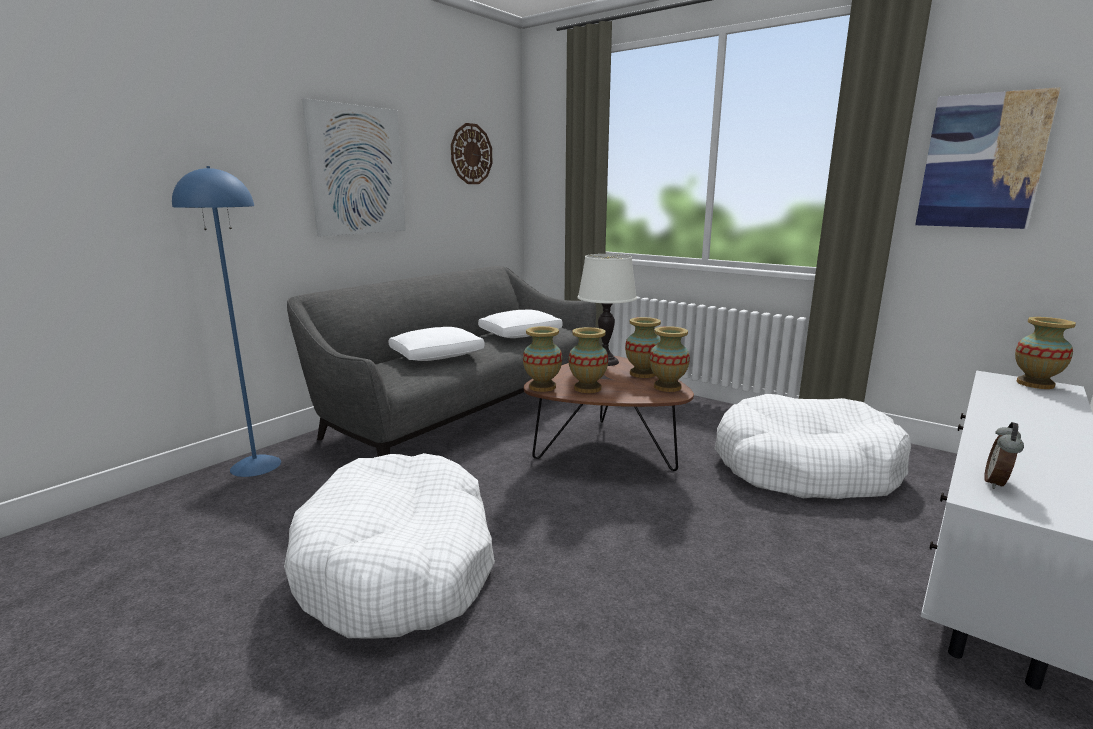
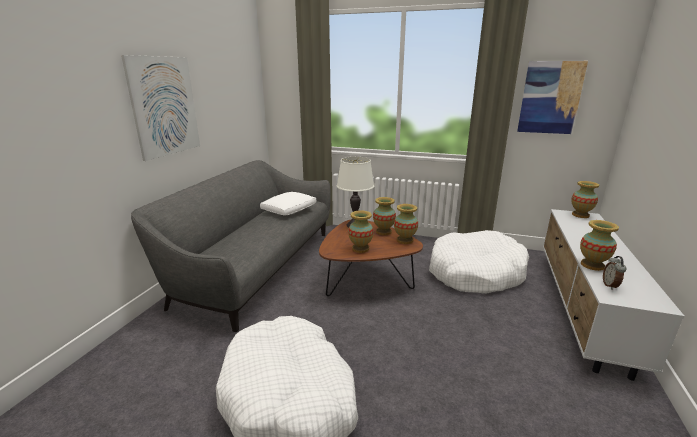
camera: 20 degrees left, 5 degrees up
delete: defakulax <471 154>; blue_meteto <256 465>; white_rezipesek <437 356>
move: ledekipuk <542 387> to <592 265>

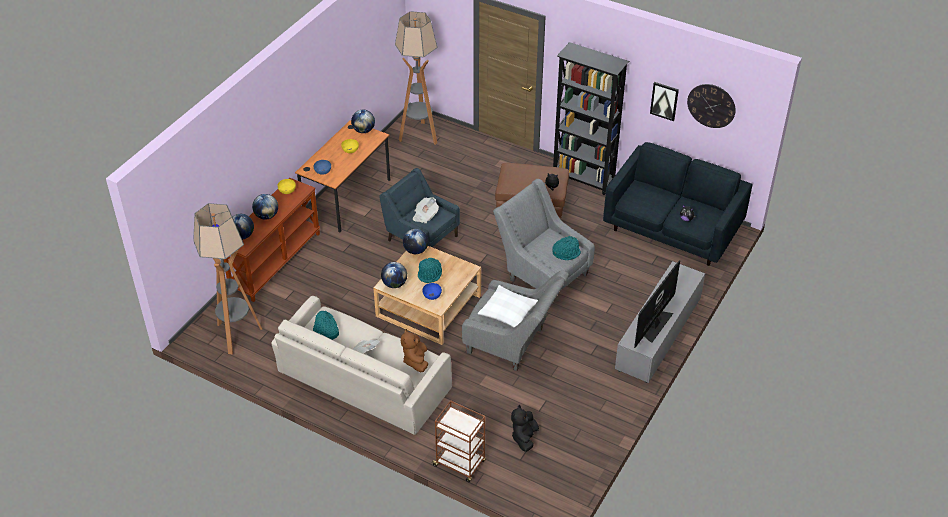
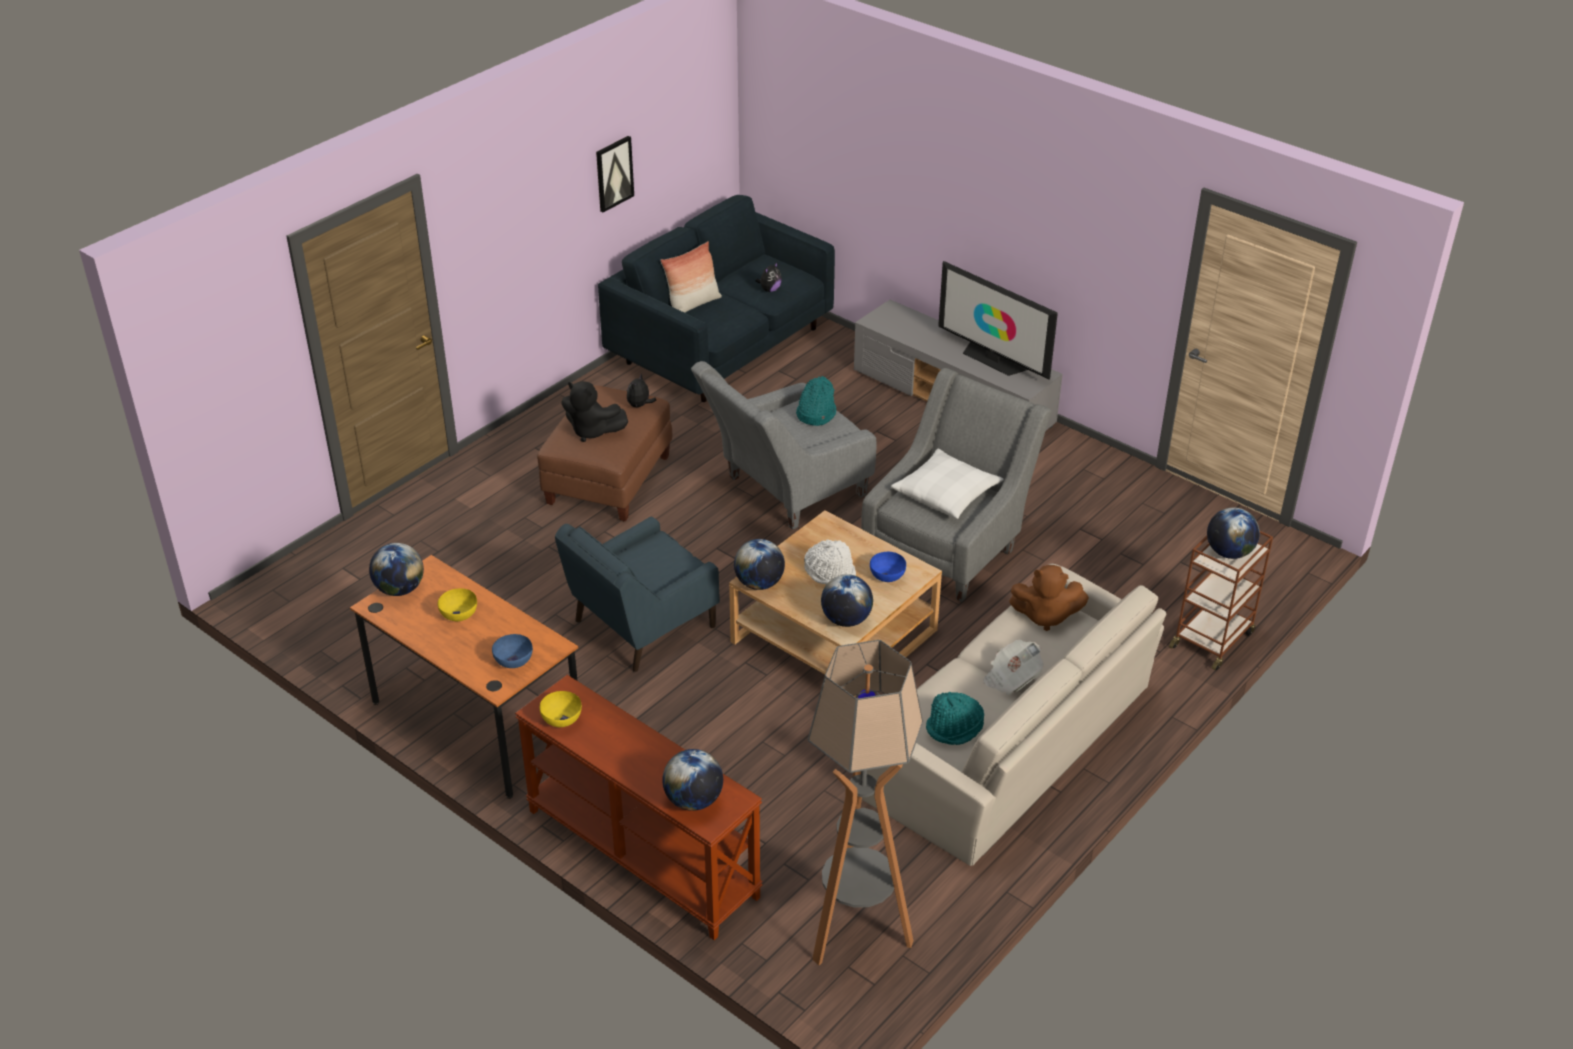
camera: 80 degrees left, 5 degrees down
delete: meteto <419 135>; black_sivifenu <583 179>; defakulax <711 105>; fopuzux <425 215>
insert: rezipesek <693 305>
move: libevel <266 216> to <1229 552>; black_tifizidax <524 438> to <592 431>
recolor: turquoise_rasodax <430 274> to white_rasodax <830 572>

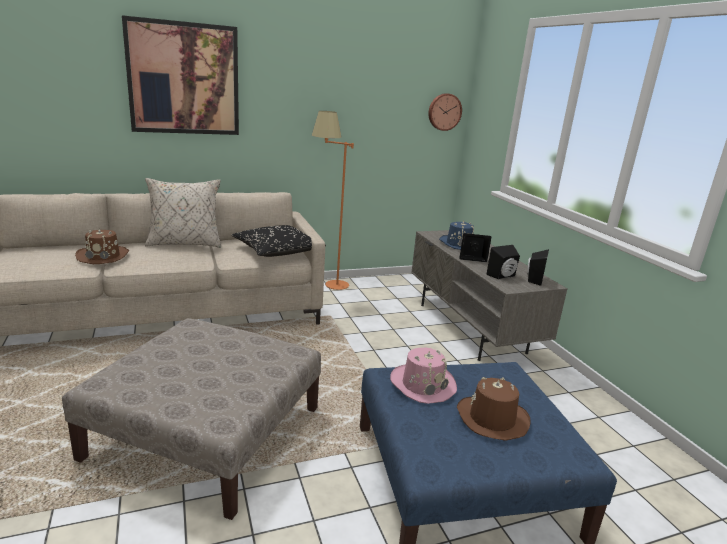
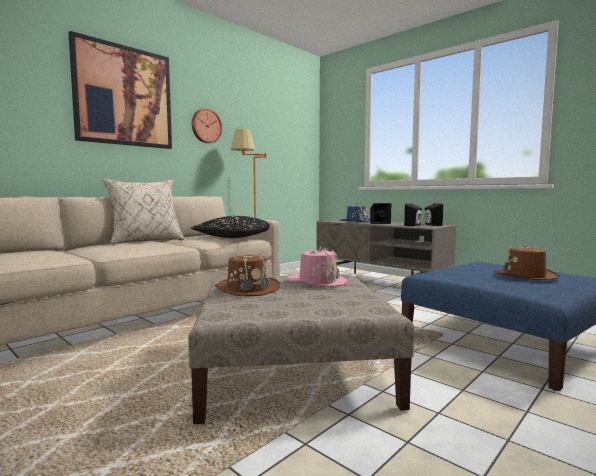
camera: 25 degrees left, 15 degrees down
move: defakulax <444 112> to <206 126>; brown_rasodax <103 256> to <247 289>; pink_rasodax <422 384> to <317 281>

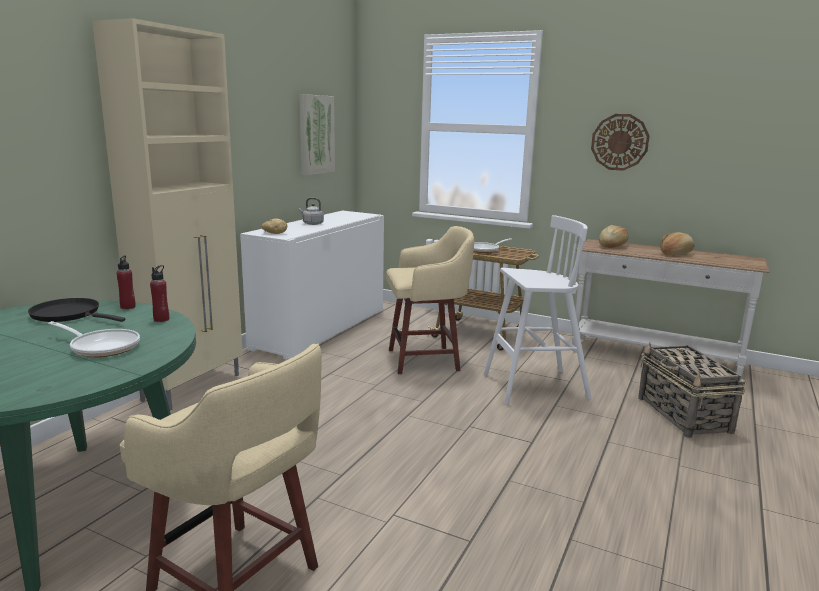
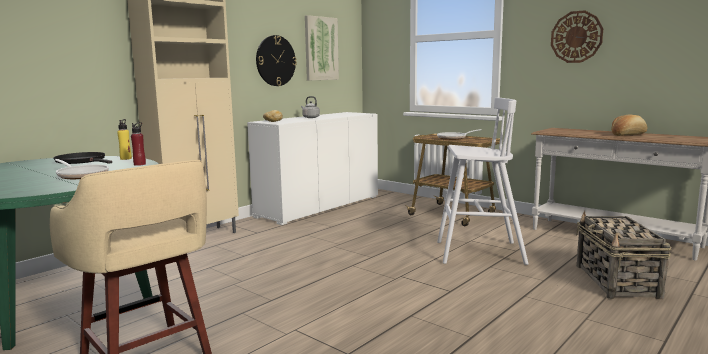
camera: 15 degrees right, 5 degrees down
delete: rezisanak <612 245>; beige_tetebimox <426 360>
insert: defakulax <275 61>
recolor: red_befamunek <128 307> to yellow_befamunek <126 158>

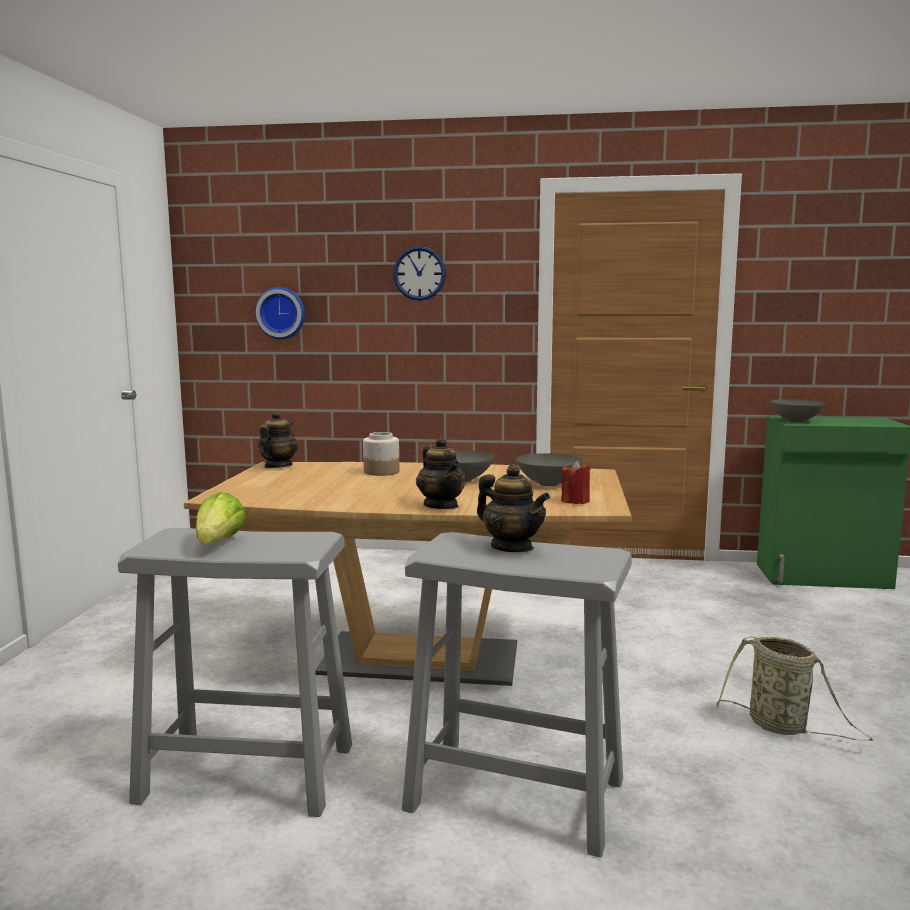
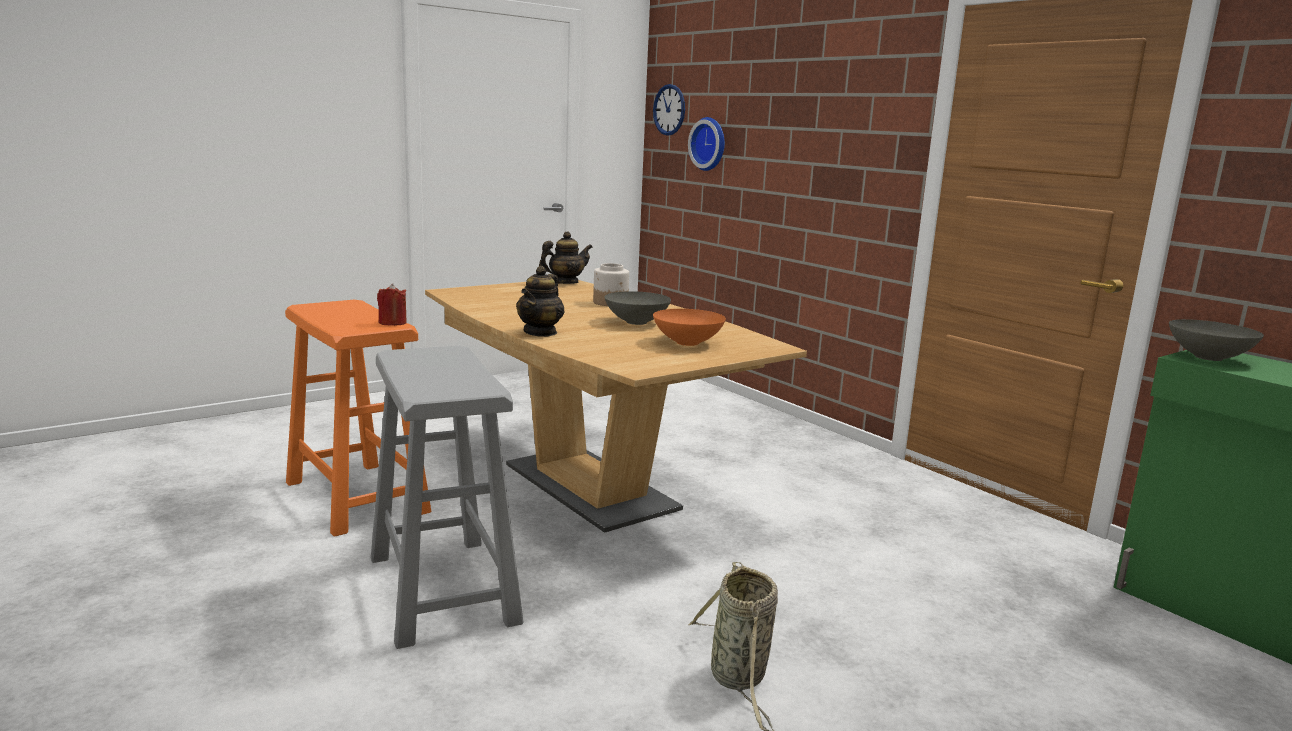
camera: 45 degrees right, 5 degrees up
delete: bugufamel <512 547>; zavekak <219 543>
move: defakulax <419 273> to <669 110>; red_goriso <575 501> to <392 323>
recolor: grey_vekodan <548 483> to orange_vekodan <688 343>; grey_tetebimox <246 773> to orange_tetebimox <356 497>

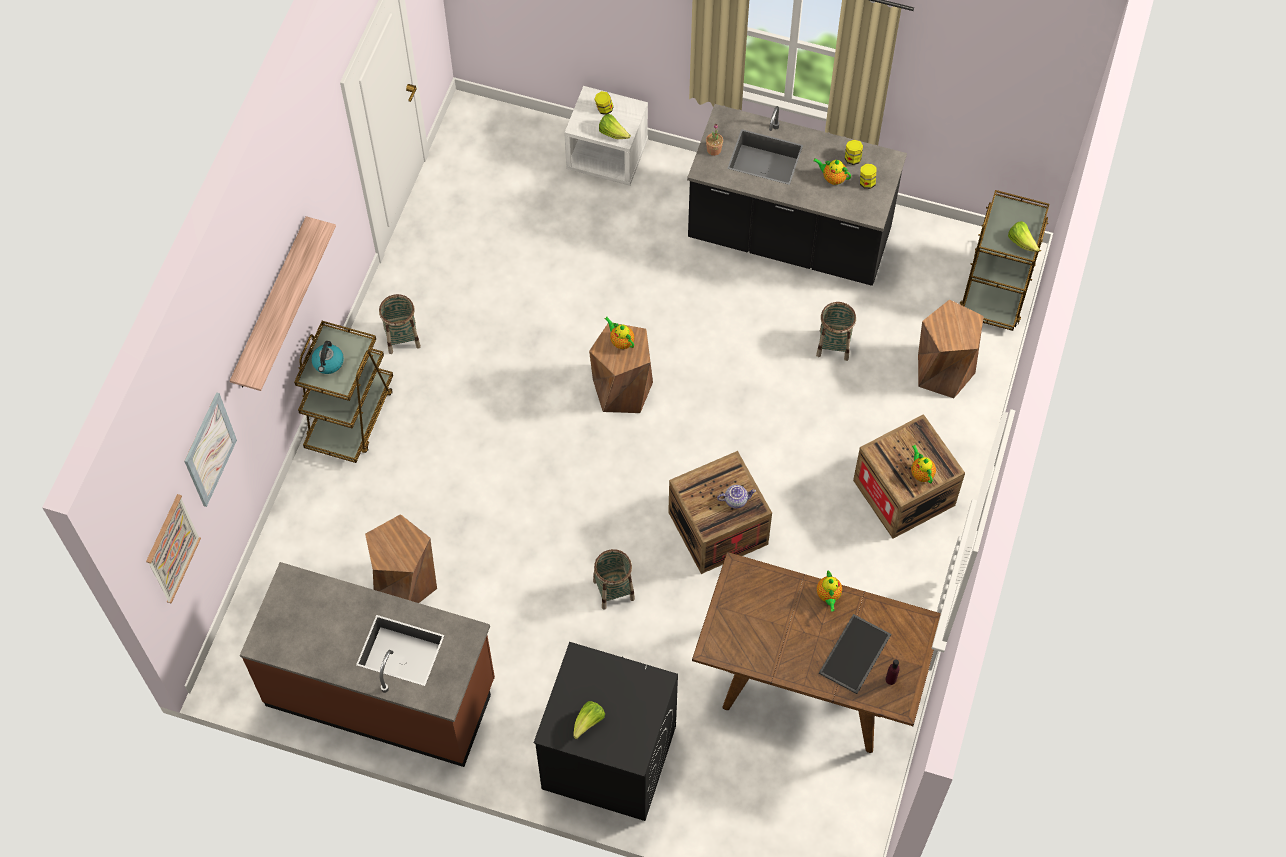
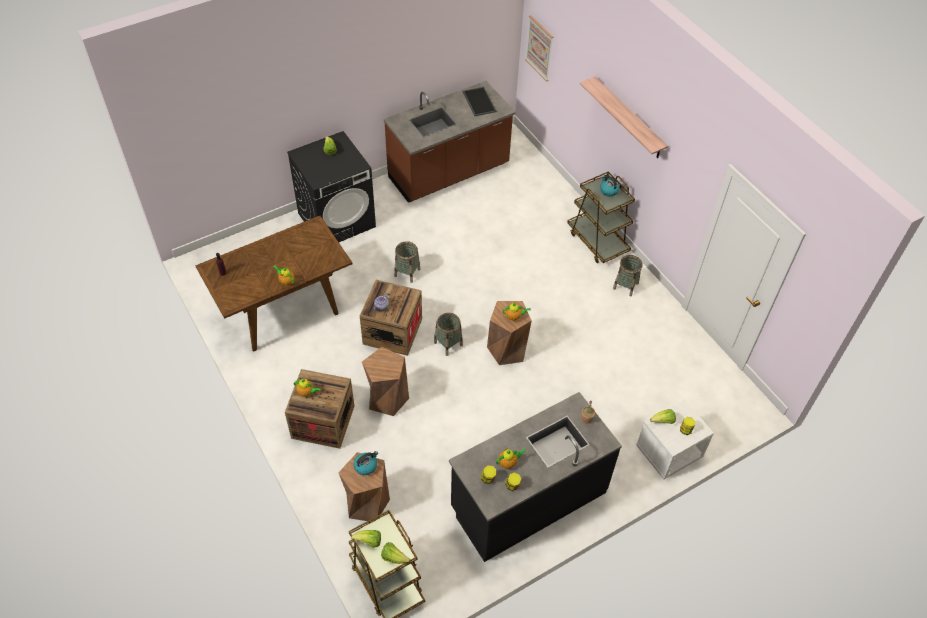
camera: 130 degrees right, 10 degrees down
delete: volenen <209 449>
insert: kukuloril <366 466>; zavekak <394 557>
move: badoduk <834 345> to <448 344>; brown_tetebimox <405 582> to <387 398>; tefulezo <855 655> to <478 101>

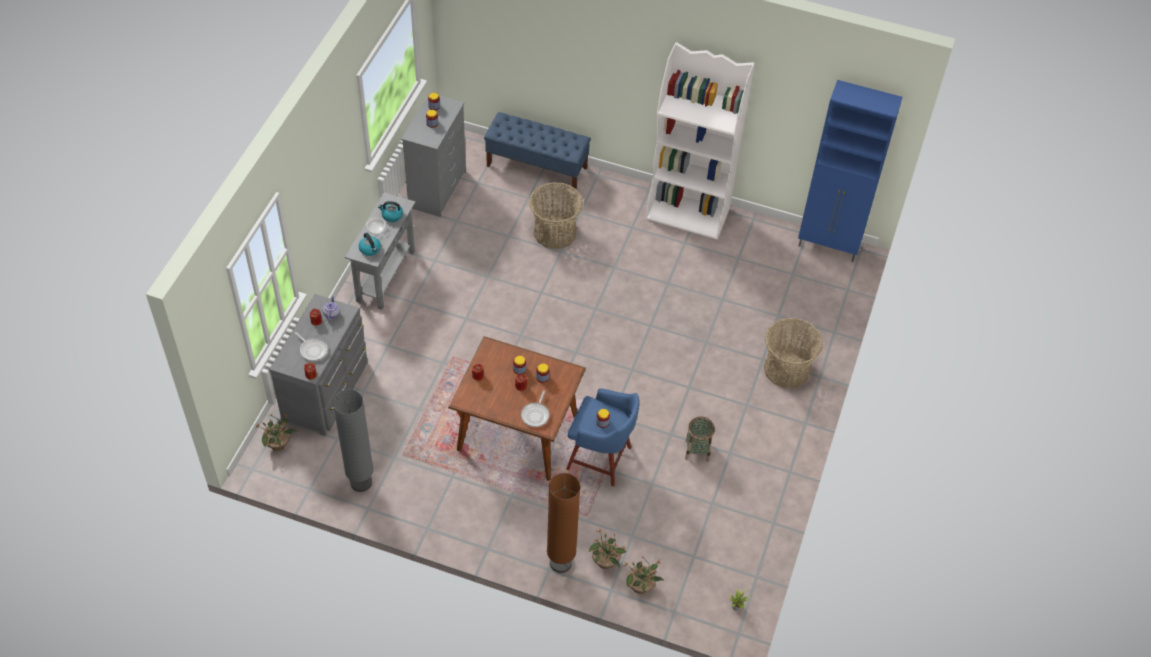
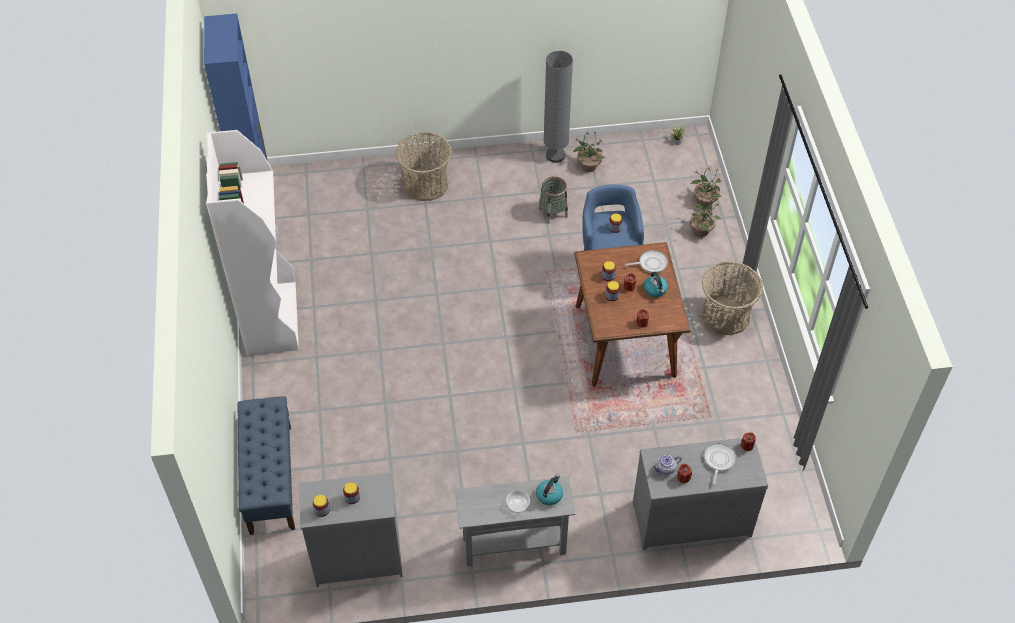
camera: 115 degrees left, 0 degrees up
delete: brown_meteto <560 563>
move: badoduk <555 232> to <725 315>; kukuloril <392 215> to <655 290>; grey_meteto <361 482> to <555 156>; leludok <278 444> to <588 166>

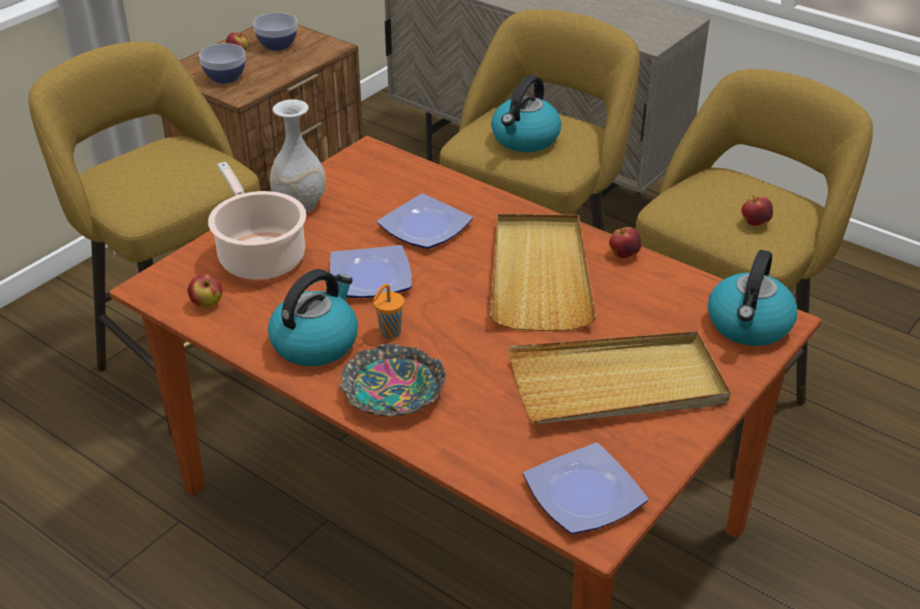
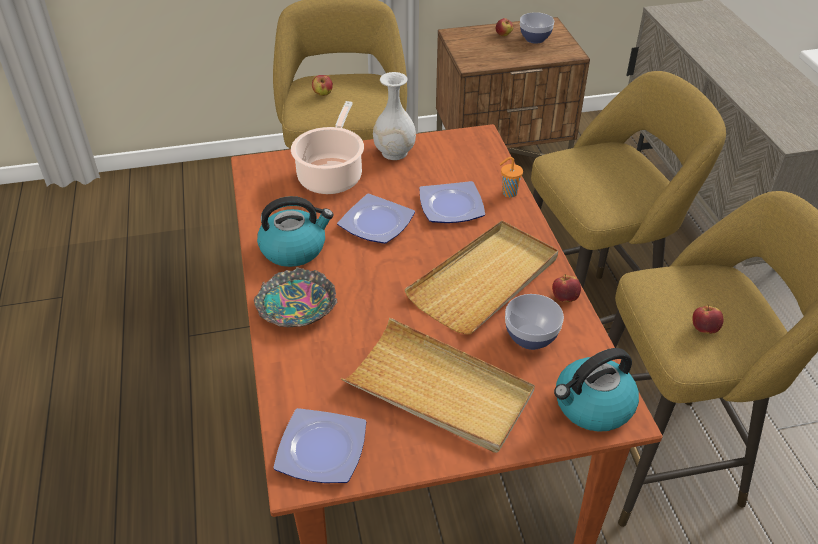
camera: 40 degrees right, 5 degrees up
delete: kukuloril <525 139>
move: vekodan <225 78> to <530 337>; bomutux <207 304> to <323 94>; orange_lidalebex <389 333> to <508 193>

